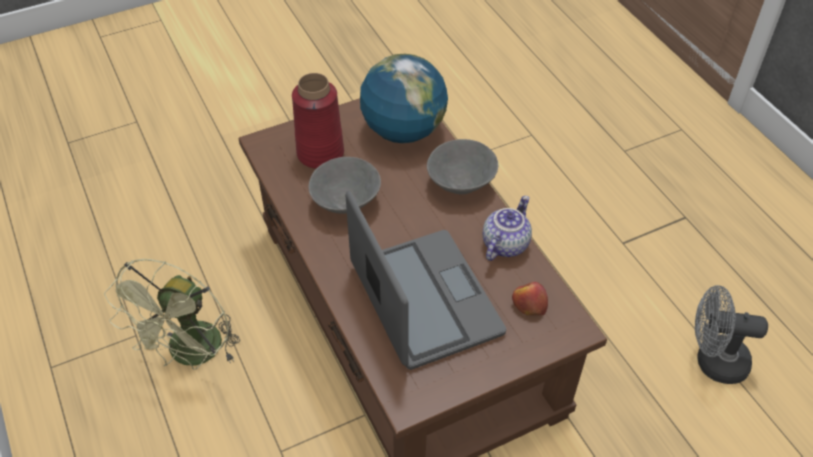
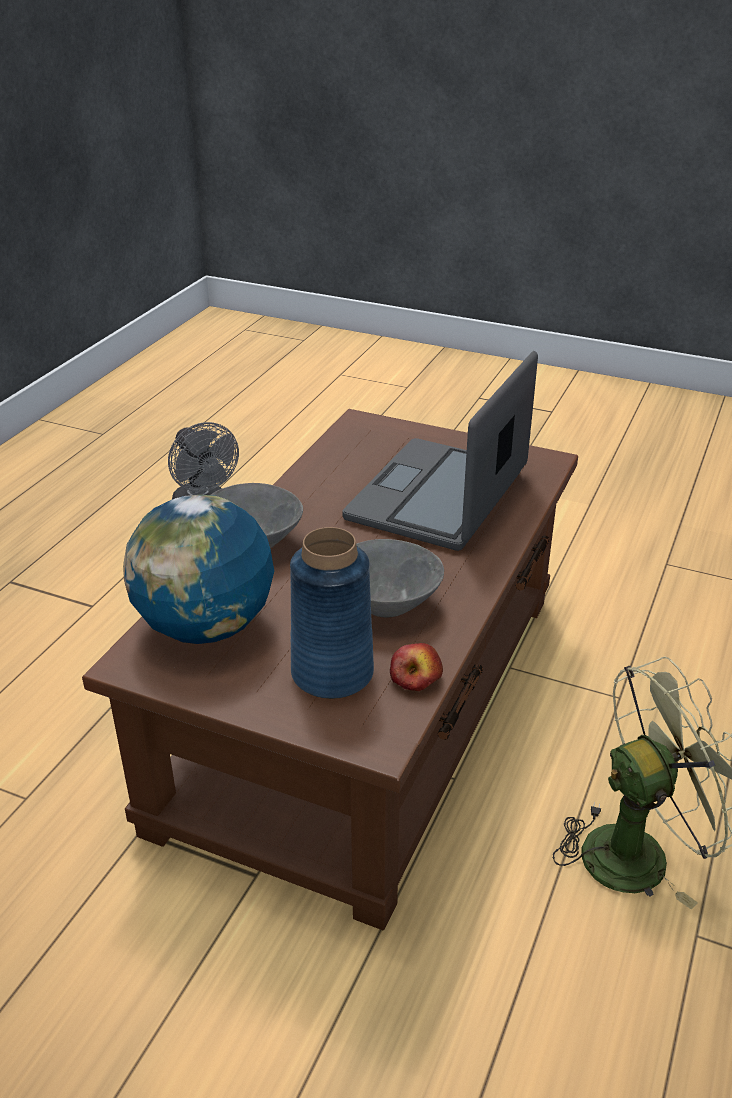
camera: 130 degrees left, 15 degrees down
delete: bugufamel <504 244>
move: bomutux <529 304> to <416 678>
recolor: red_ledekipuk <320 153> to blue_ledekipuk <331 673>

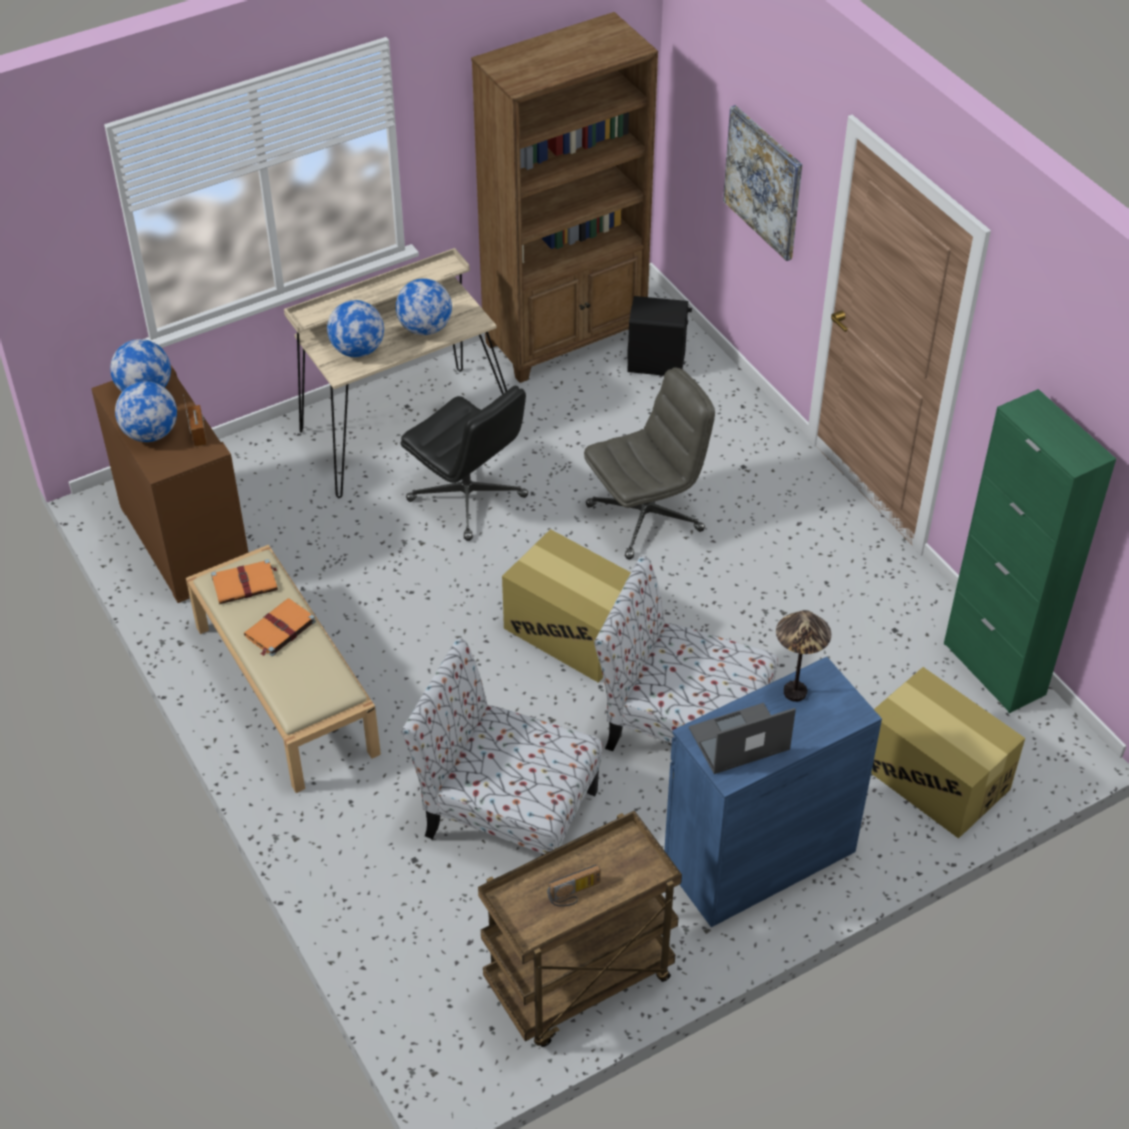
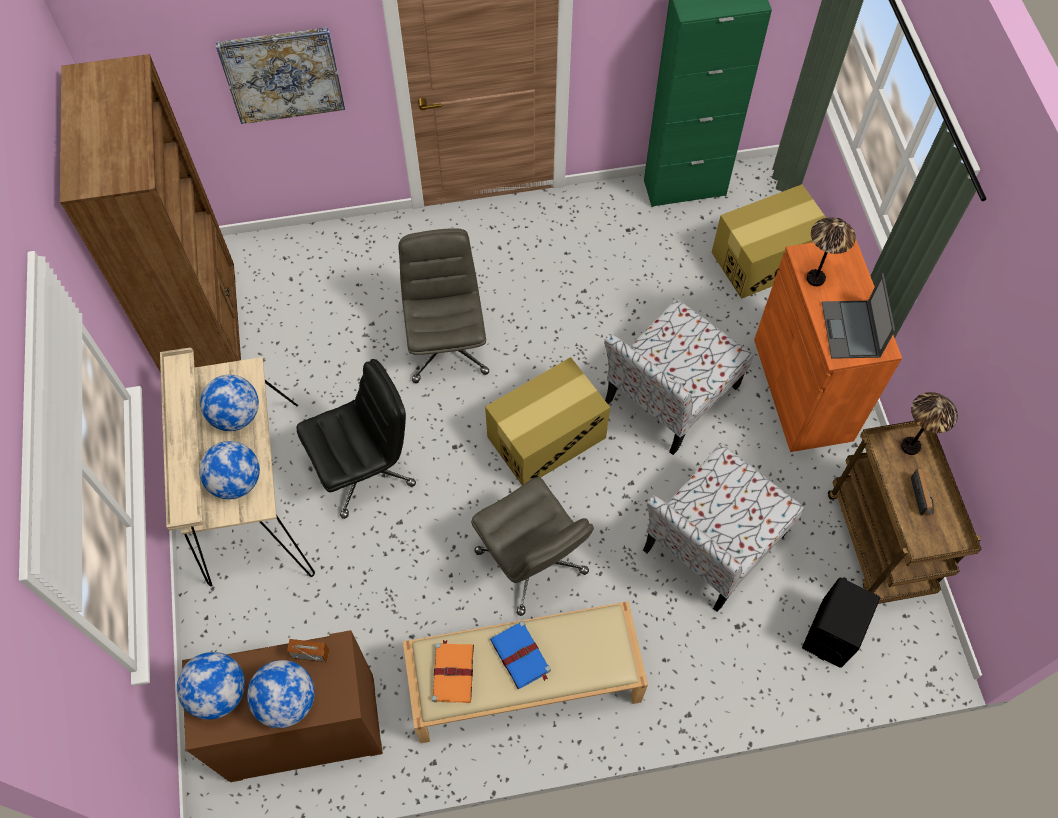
camera: 70 degrees left, 15 degrees up
insert: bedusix <910 447>; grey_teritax <532 562>
move: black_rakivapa <657 362> to <831 633>
recolor: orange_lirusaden <279 629> to blue_lirusaden <521 656>; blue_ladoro <759 857> to orange_ladoro <802 389>

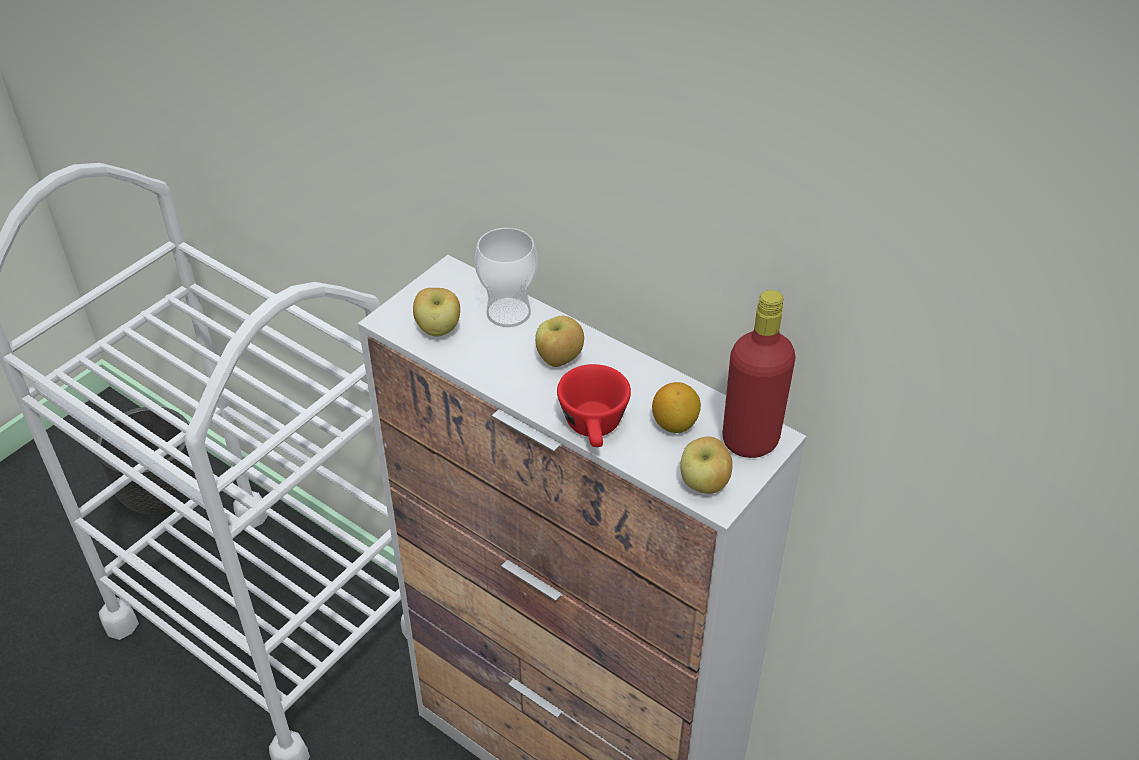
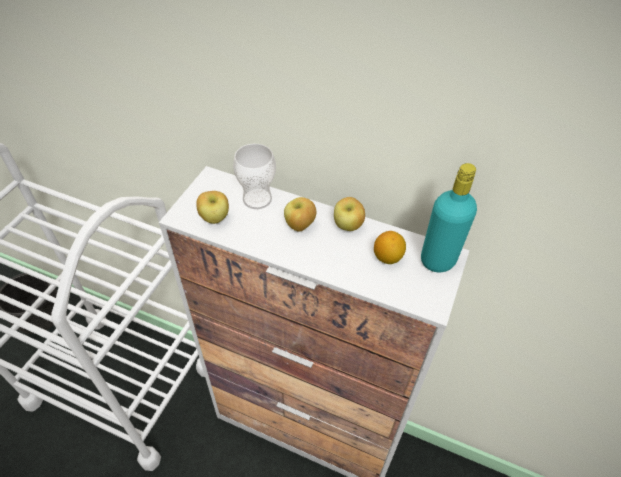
camera: 15 degrees left, 5 degrees up
delete: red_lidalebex <595 429>
move: bomutux <704 485> to <348 226>
recolor: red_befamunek <750 441> to turquoise_befamunek <437 260>

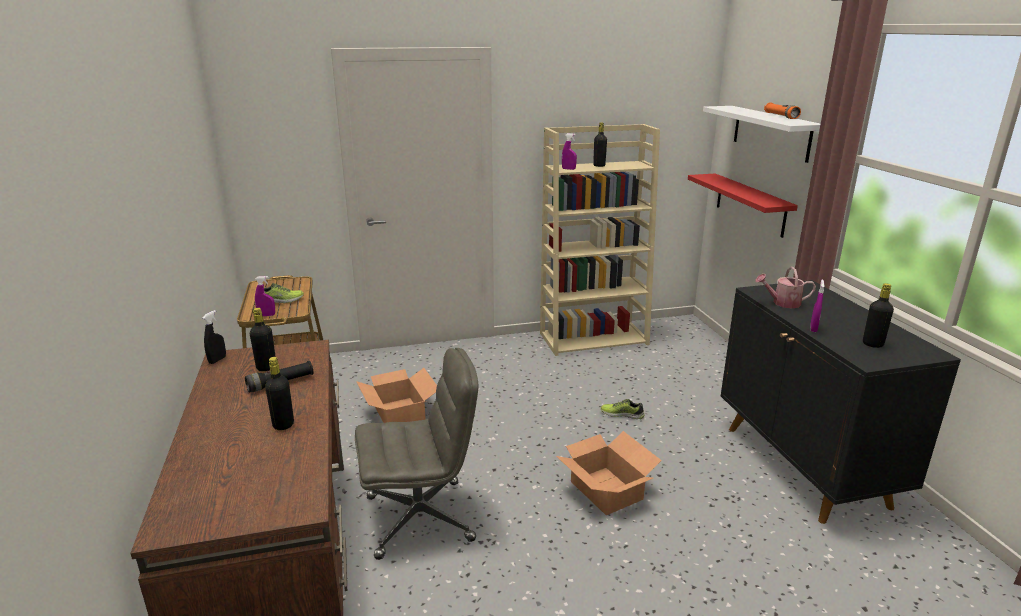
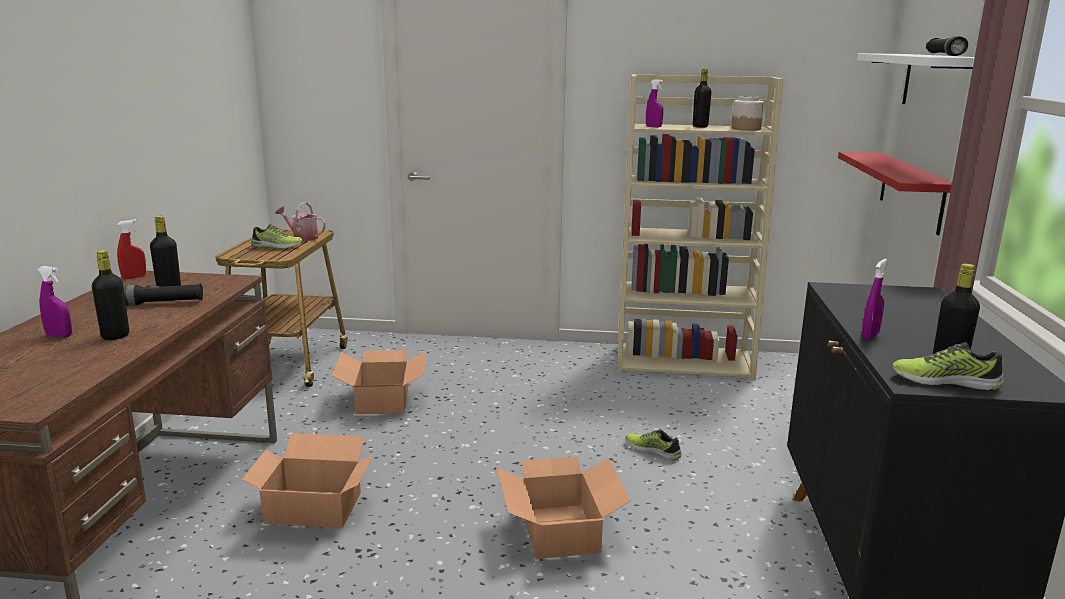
camera: 20 degrees right, 5 degrees down
insert: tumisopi <746 129>; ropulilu <944 381>
move: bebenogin <782 303> to <302 237>; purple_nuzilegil <266 315> to <59 336>
replace: grey_teritax <421 518> to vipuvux <314 508>
recolor: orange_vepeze <780 116> to black_vepeze <944 55>; black_nuzilegil <217 360> to red_nuzilegil <134 277>

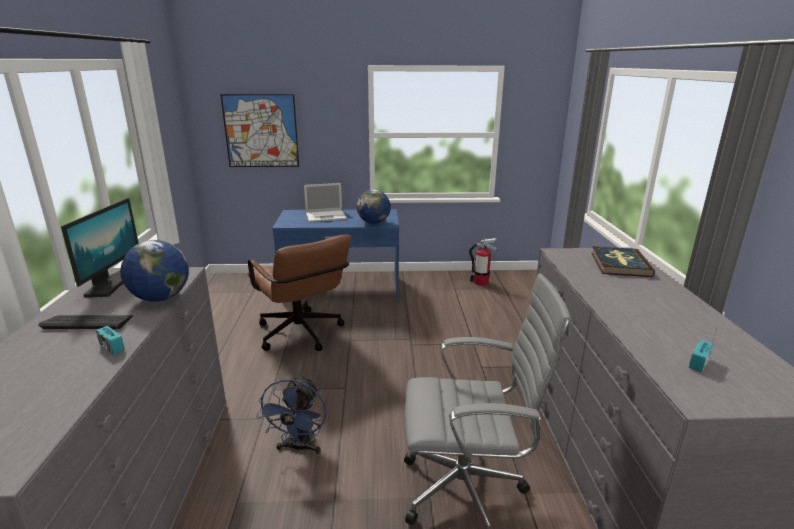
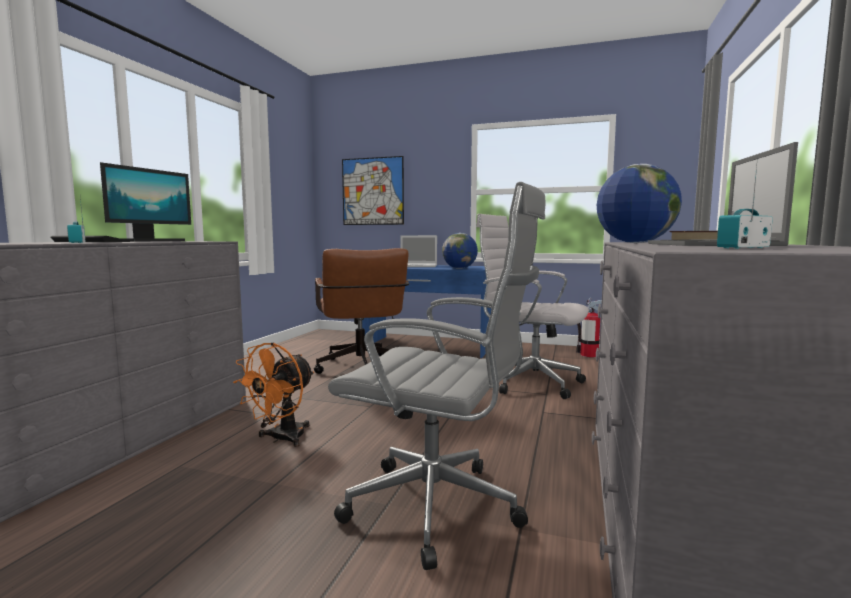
camera: 20 degrees right, 15 degrees down
insert: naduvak <710 244>; white_teritax <529 382>
move: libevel <160 298> to <635 243>
recolor: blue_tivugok <299 448> to orange_tivugok <281 439>

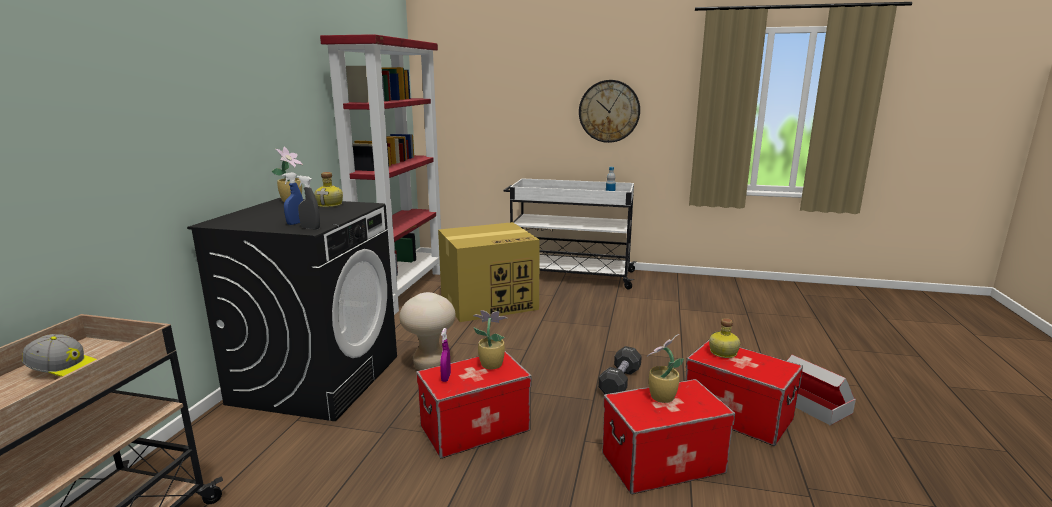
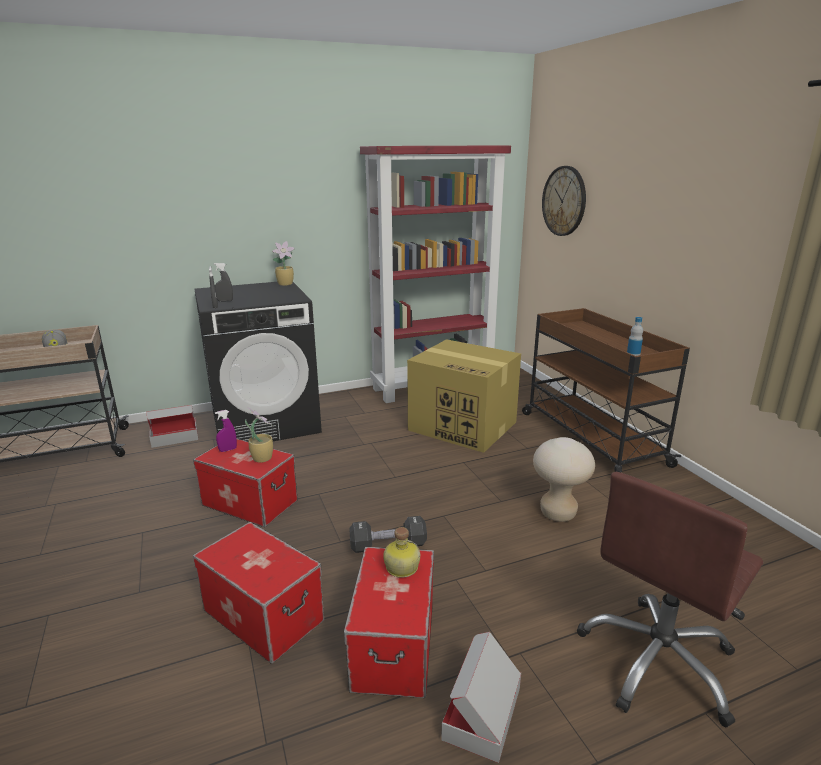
camera: 55 degrees right, 5 degrees up
delete: befamunek <330 205>; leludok <661 397>
insert: vipuvux <175 437>; brown_teritax <658 661>
move: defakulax <609 111> to <564 201>; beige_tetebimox <430 365> to <558 513>
recolor: blue_nuzilegil <296 223> to grey_nuzilegil <225 301>; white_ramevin <568 275> to brown_ramevin <590 437>

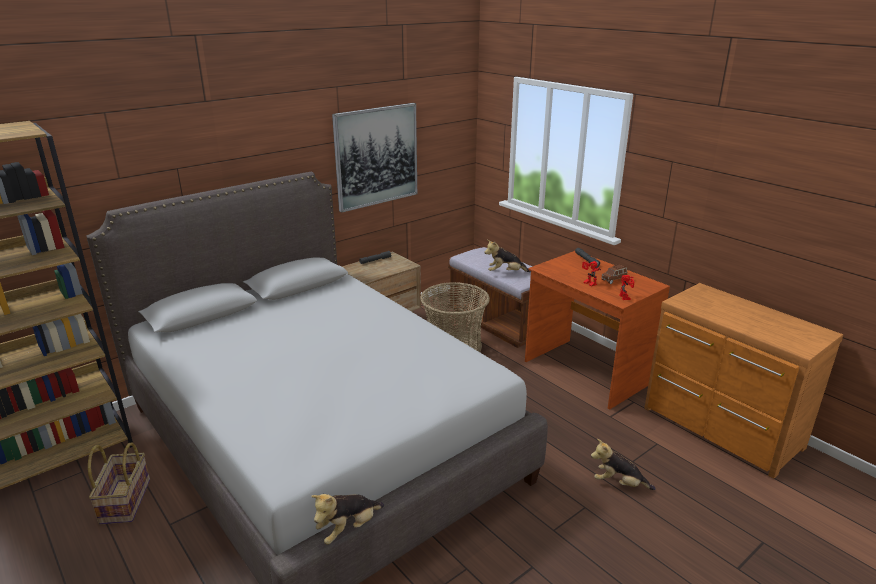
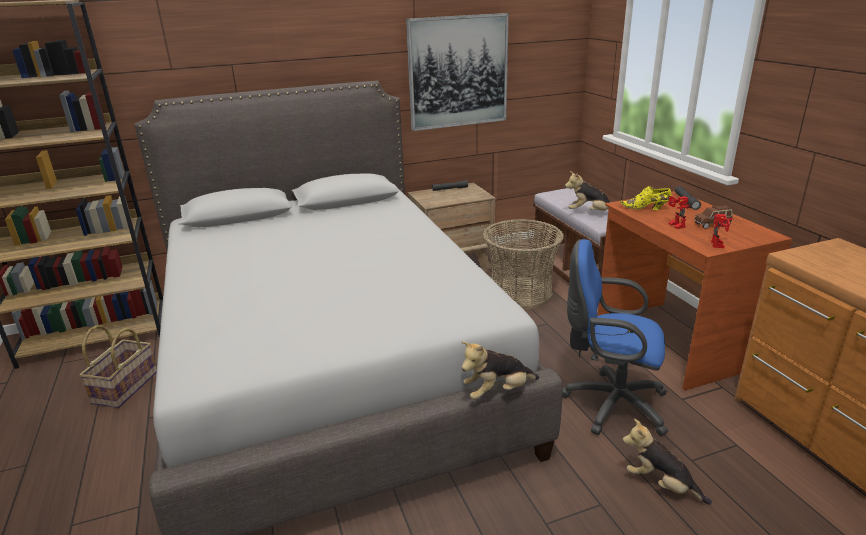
camera: 20 degrees right, 0 degrees up
insert: yellow_ropulilu <646 208>; blue_teritax <609 403>
move: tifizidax <348 529> to <497 392>

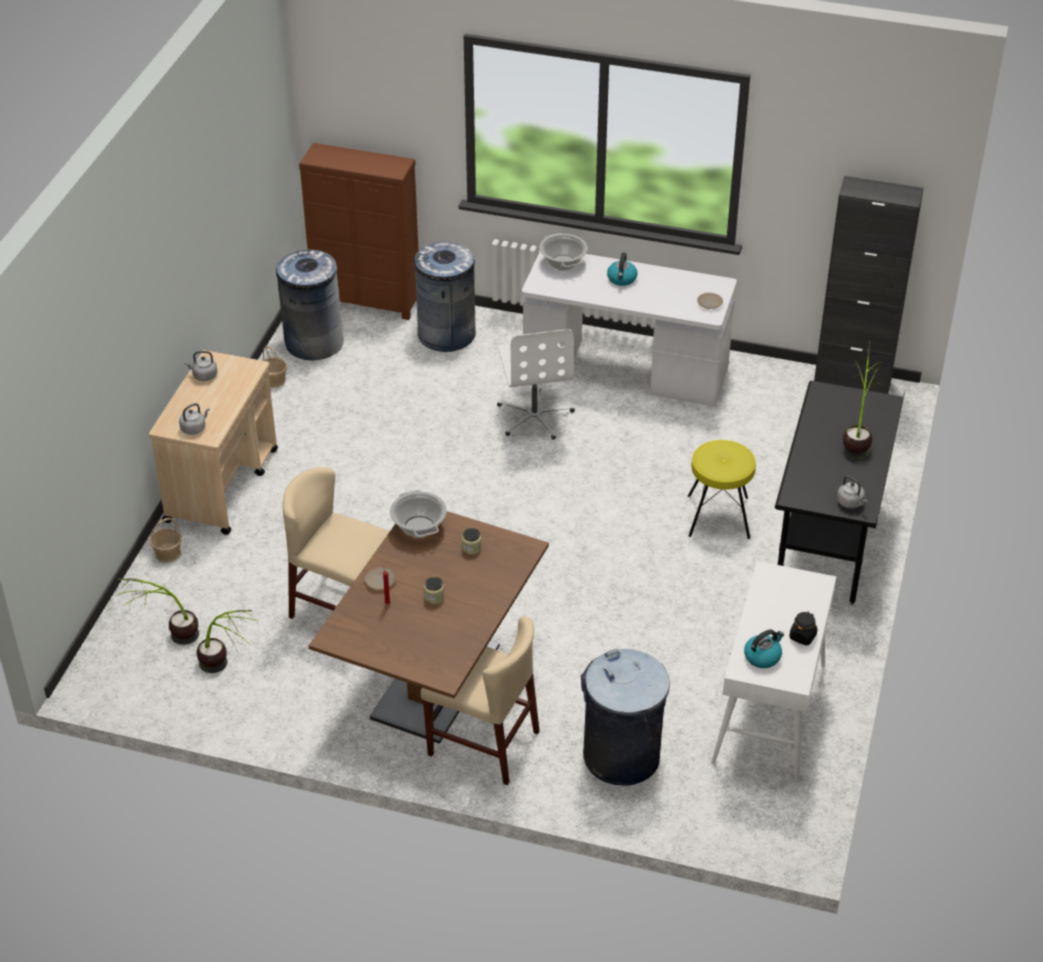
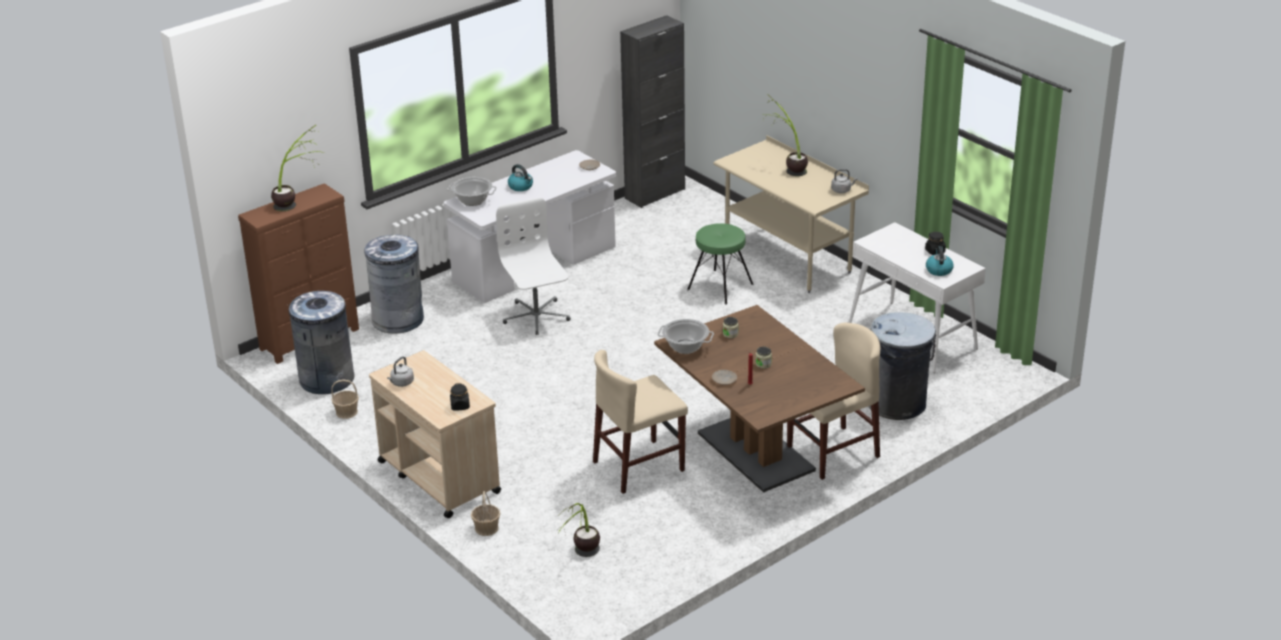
camera: 55 degrees left, 10 degrees down
move: leludok <228 668> to <298 202>
replace: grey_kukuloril <194 428> to black_tumisopi <460 406>
recolor: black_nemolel <828 543> to beige_nemolel <788 259>; yellow_tetebimox <718 516> to green_tetebimox <719 287>
rotate: white_teritax <535 416> = <536 316> 135 degrees counterclockwise

